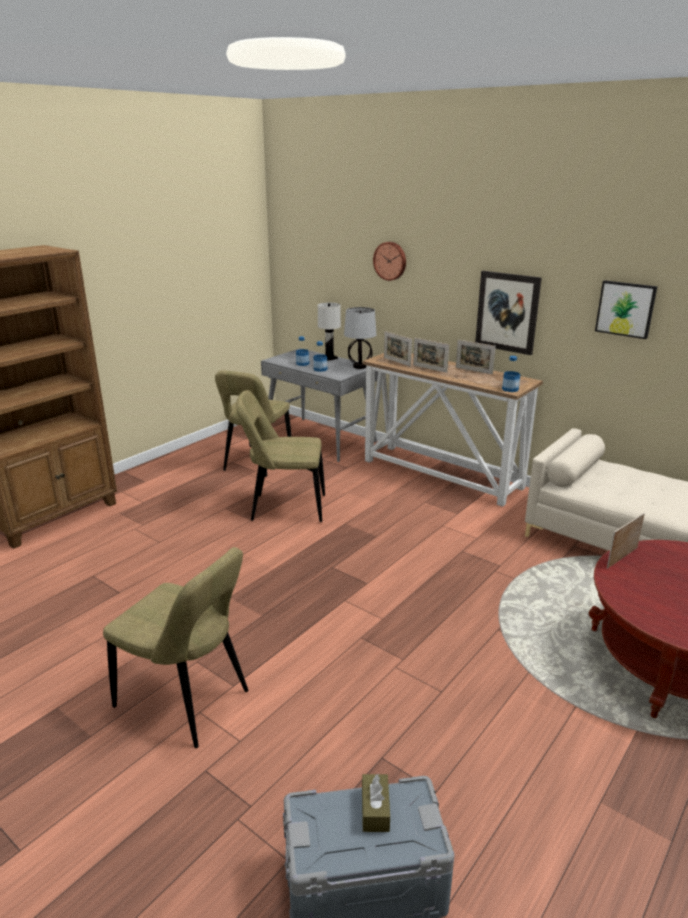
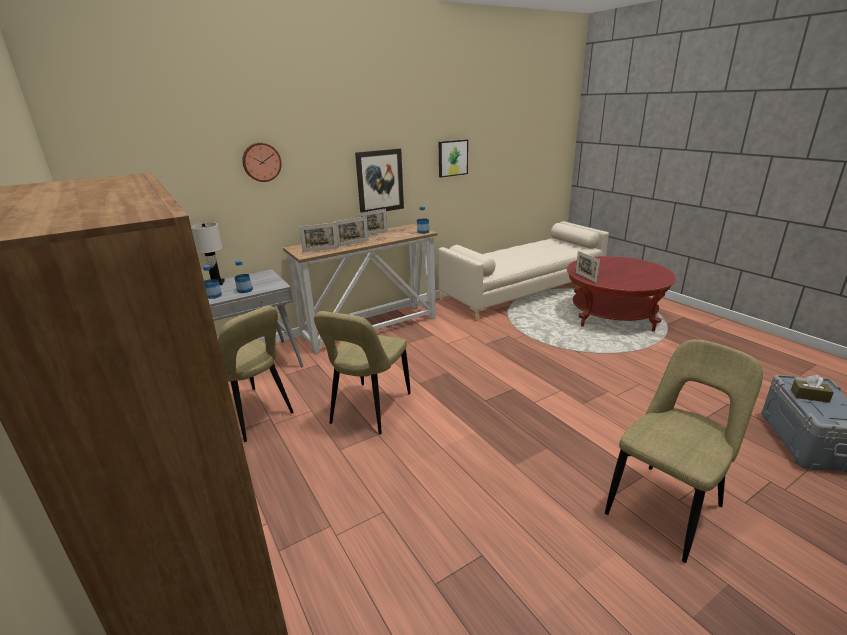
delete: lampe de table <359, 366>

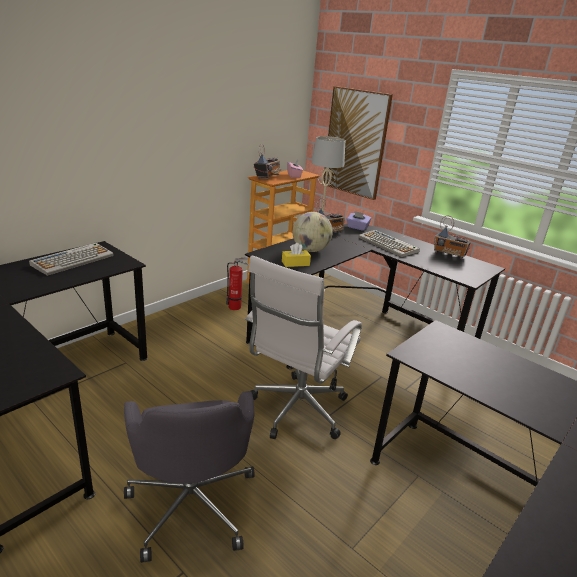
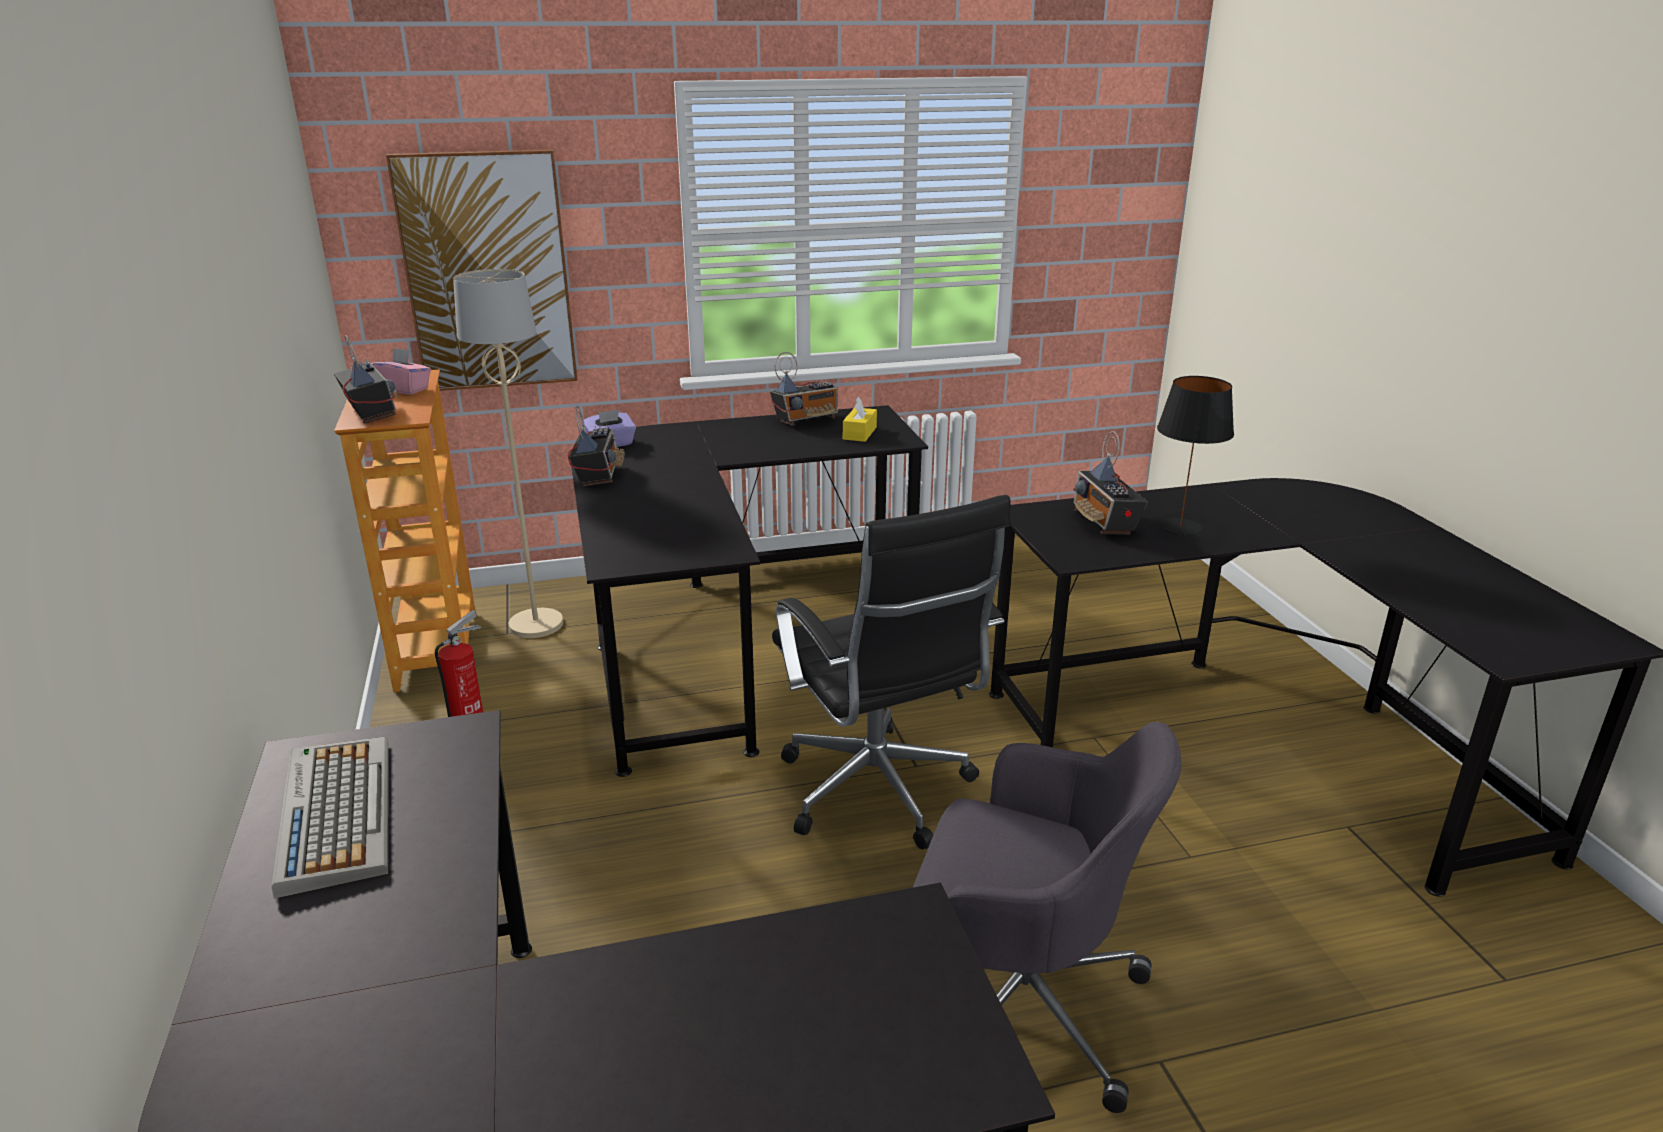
delete: globe <310, 250>; clavier <388, 244>
insert: radio <1104, 523>; lampe de table/noir <1179, 527>
move: boîte à mouchoirs/jaune <295, 263> to <859, 433>
recolor: chaise de bureau/blanc <296, 412> to chaise de bureau/noir <879, 794>

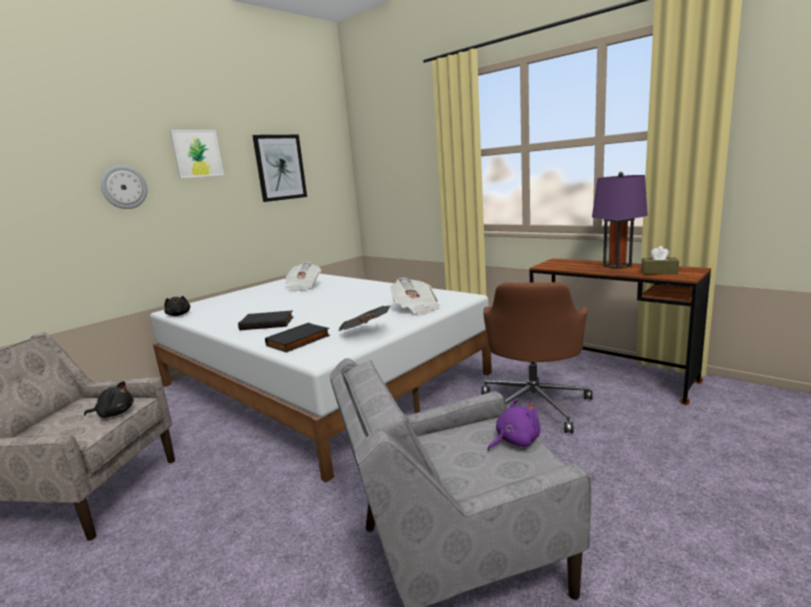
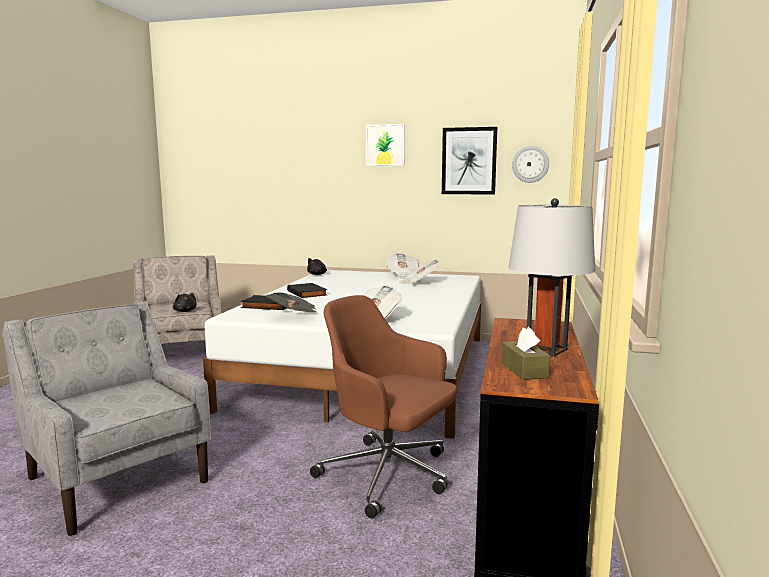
delete: peluche/violet <515, 441>
insert: journal <403, 276>
move: horloge murale <124, 187> to <530, 164>
recolor: lampe de table/violet <617, 266> to lampe de table/gris <546, 349>
rotate: chaise de bureau/marron <534, 405> = <388, 475> 45 degrees clockwise

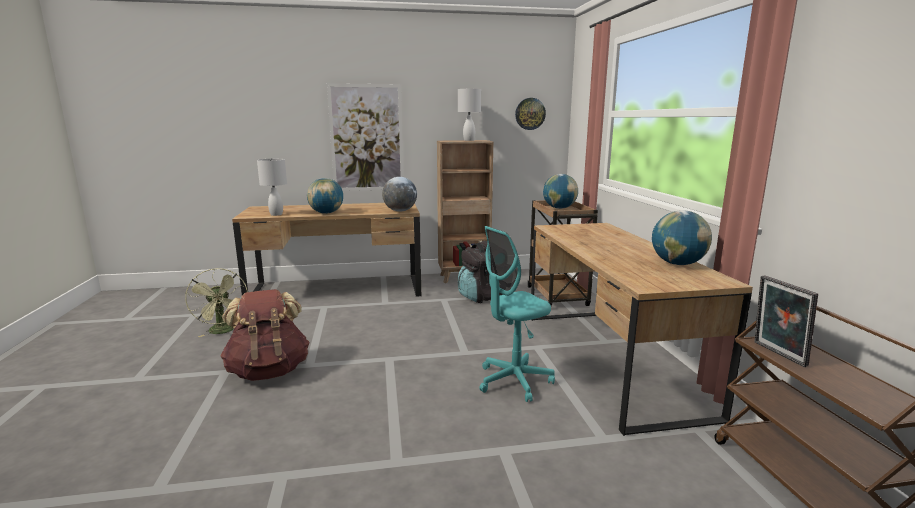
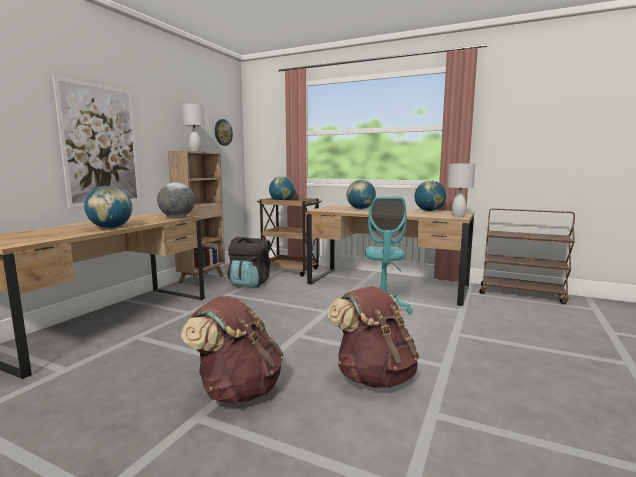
delete: ventilateur/vert <223, 331>; cadre photo <777, 354>
insert: sac à dos/marron <374, 376>; globe <360, 209>
move: lampe de table/blanc <276, 214> to <458, 216>

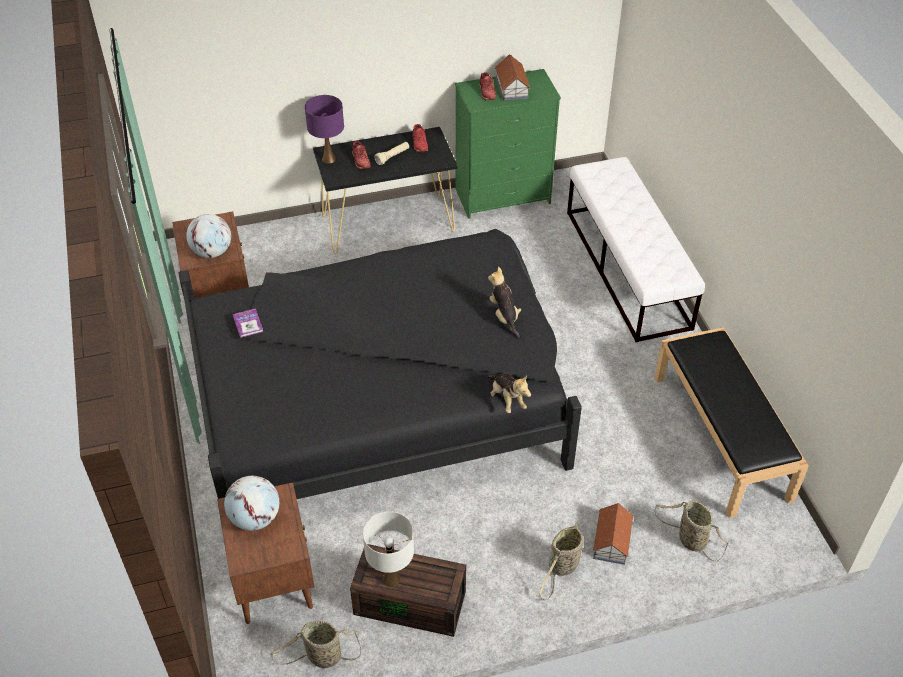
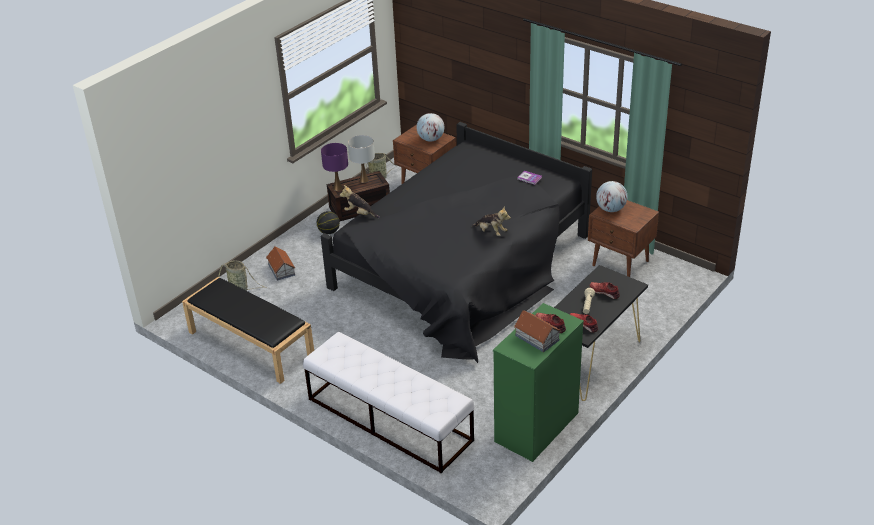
delete: panier <562, 567>
insert: ballon de basket <329, 232>
move: lampe de table/violet <329, 159> to <337, 188>; peluche <504, 316> to <491, 232>

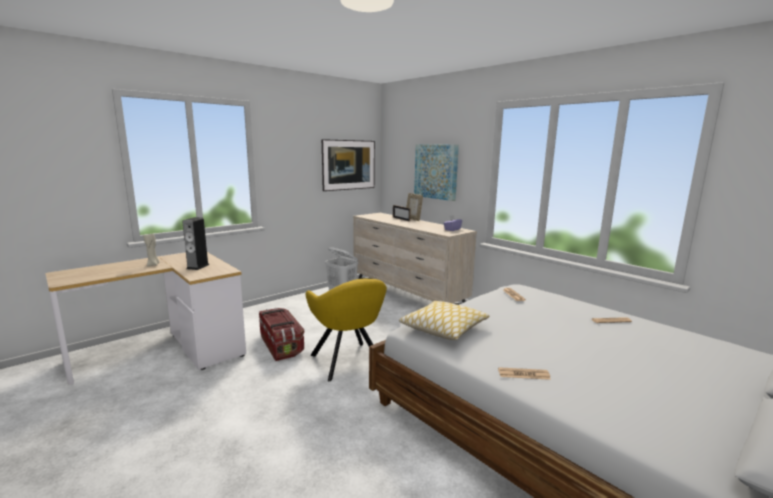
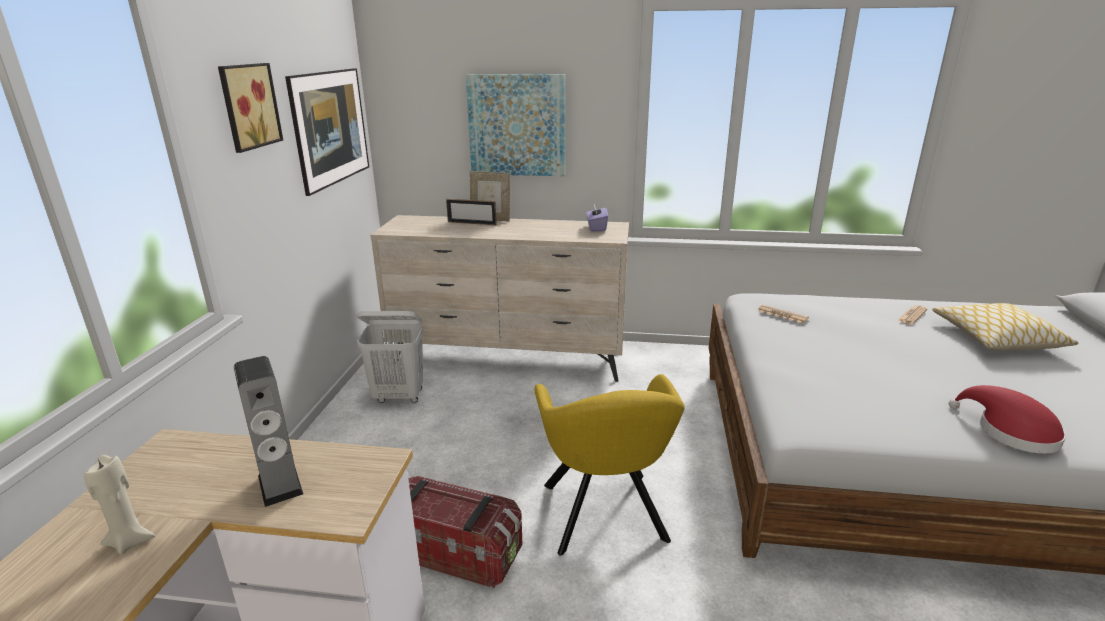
insert: tableau <247, 106>
move: coussin <443, 328> to <996, 338>
replace: journal <523, 374> to chapeau/rouge <1010, 432>
rotate: fauteuil/jaune <348, 362> = <605, 517> 60 degrees clockwise

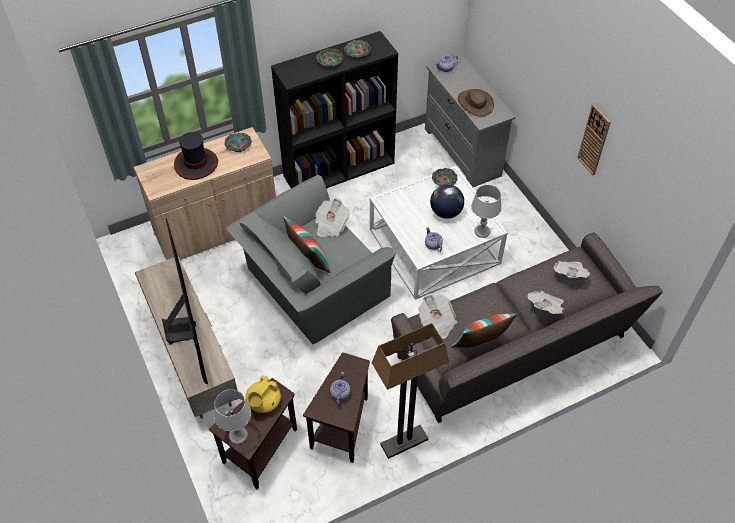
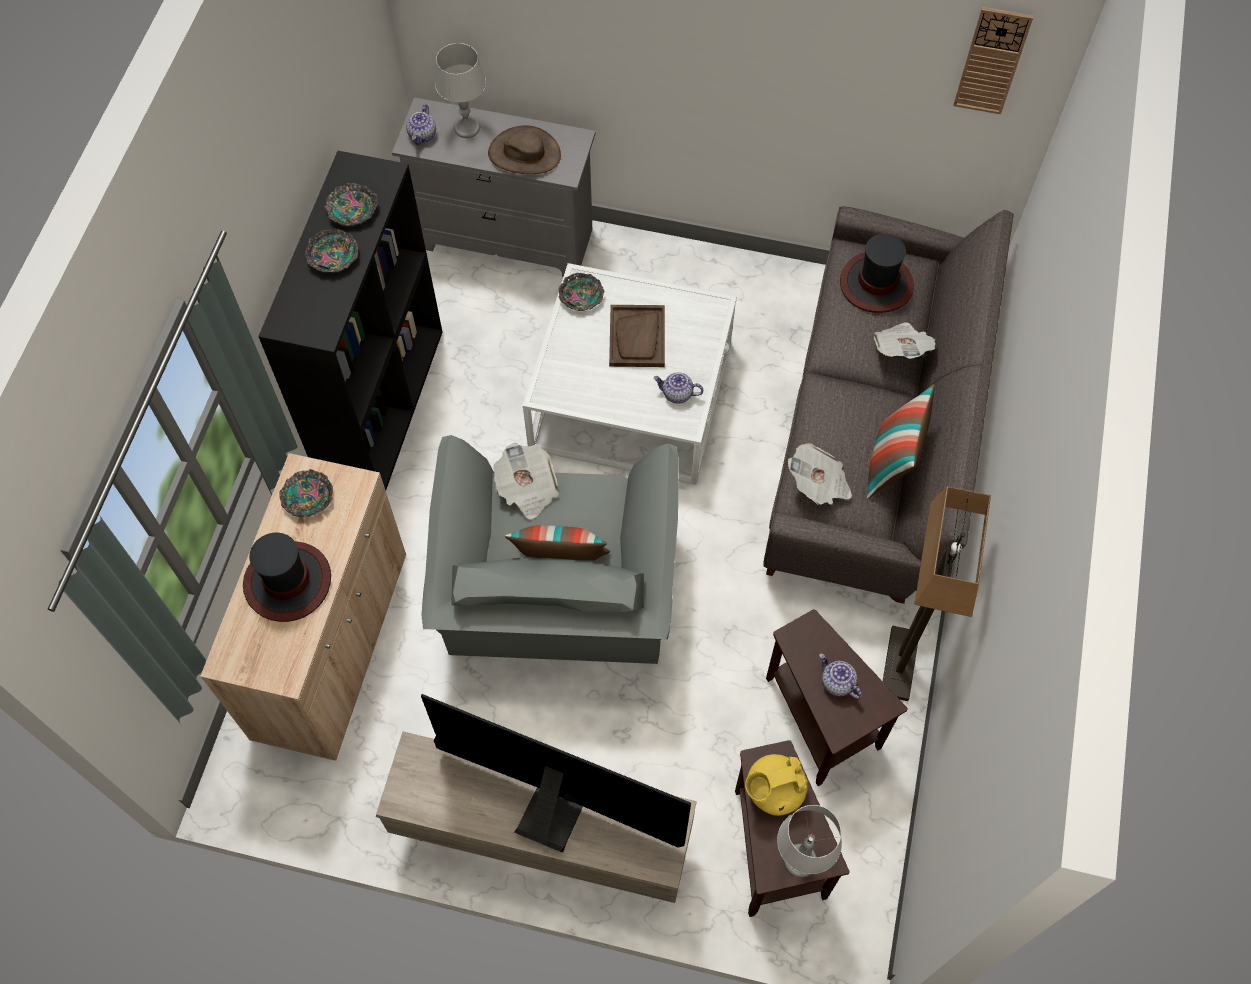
move: lampe de table/gris <482, 231> to <466, 128>; horloge murale <594, 140> to <992, 61>
replace: globe <445, 212> to plateau/marron <637, 337>; journal <570, 275> to chapeau <876, 284>
rotate: théière/jaune <263, 403> = <773, 790> 90 degrees clockwise

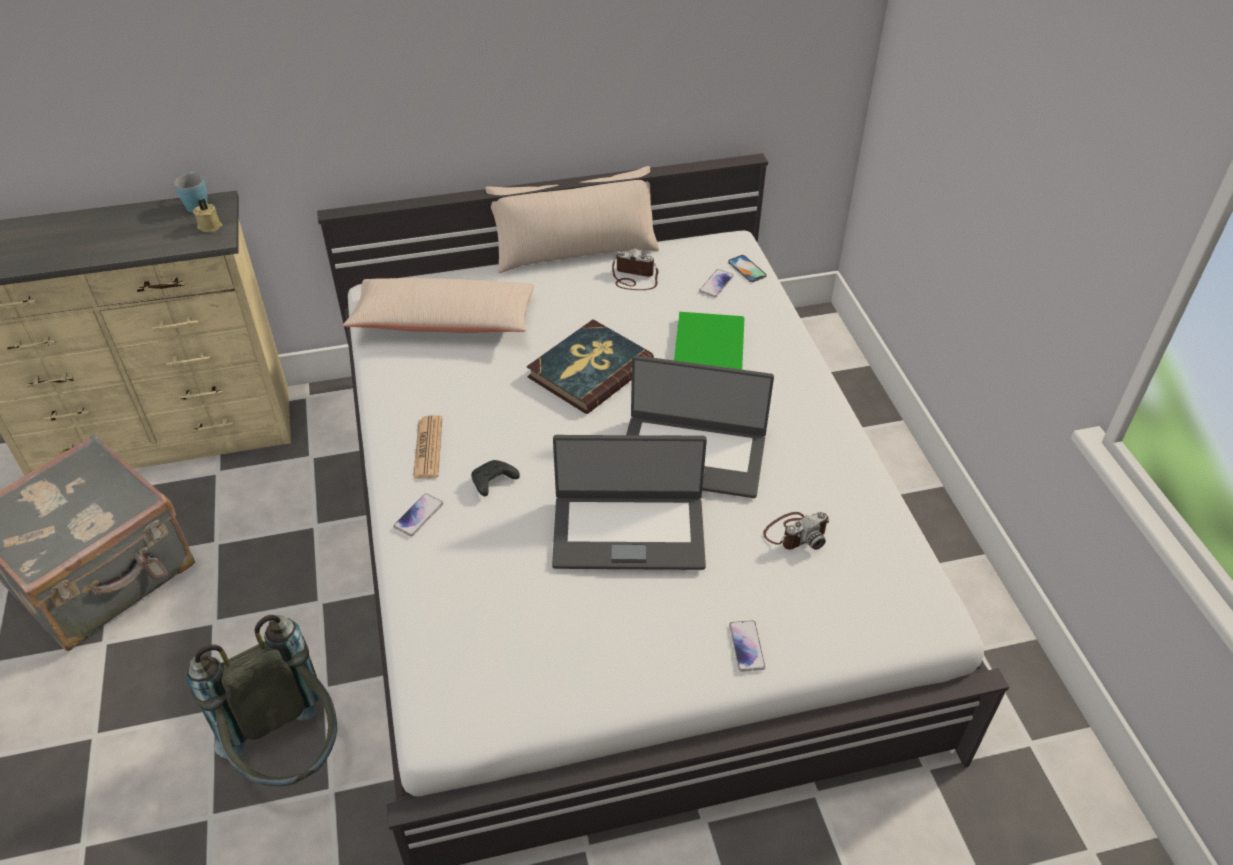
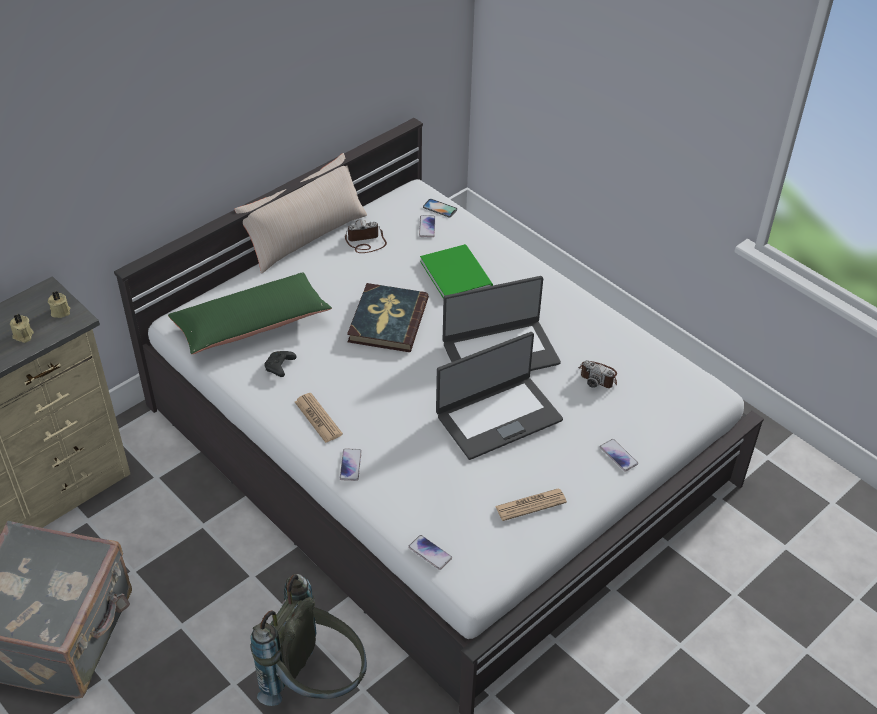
delete: mug/bleu <197, 203>
insert: bougie/beige <23, 336>; téléphone <430, 553>; journal <530, 505>
move: manette/noir <493, 482> to <280, 367>
recolor: coussin/beige <444, 321> to coussin/vert <251, 324>
rotate: appareil photo <795, 533> = <598, 376> 90 degrees clockwise

